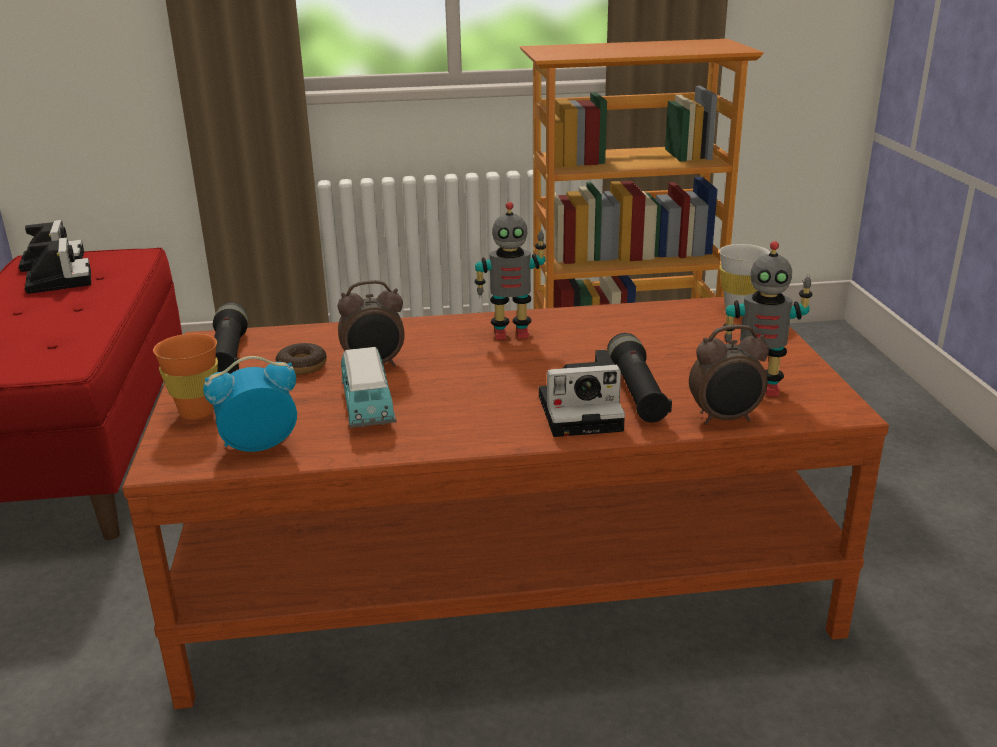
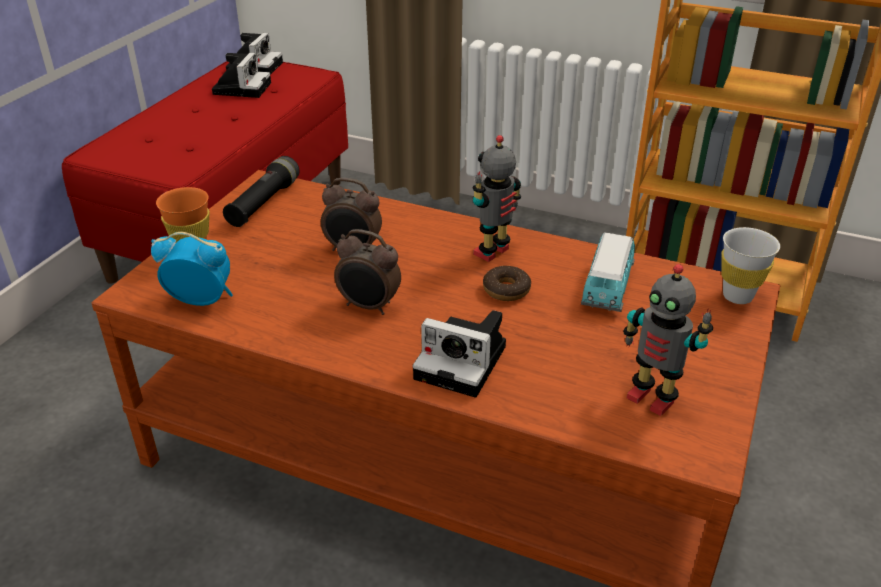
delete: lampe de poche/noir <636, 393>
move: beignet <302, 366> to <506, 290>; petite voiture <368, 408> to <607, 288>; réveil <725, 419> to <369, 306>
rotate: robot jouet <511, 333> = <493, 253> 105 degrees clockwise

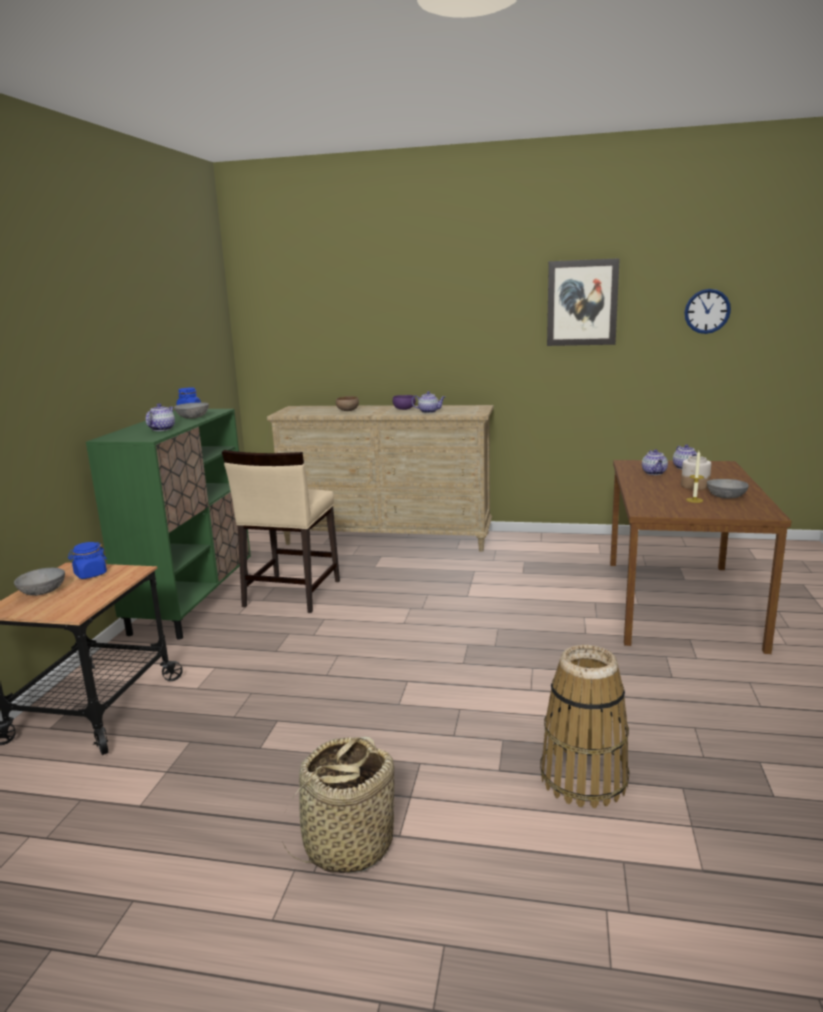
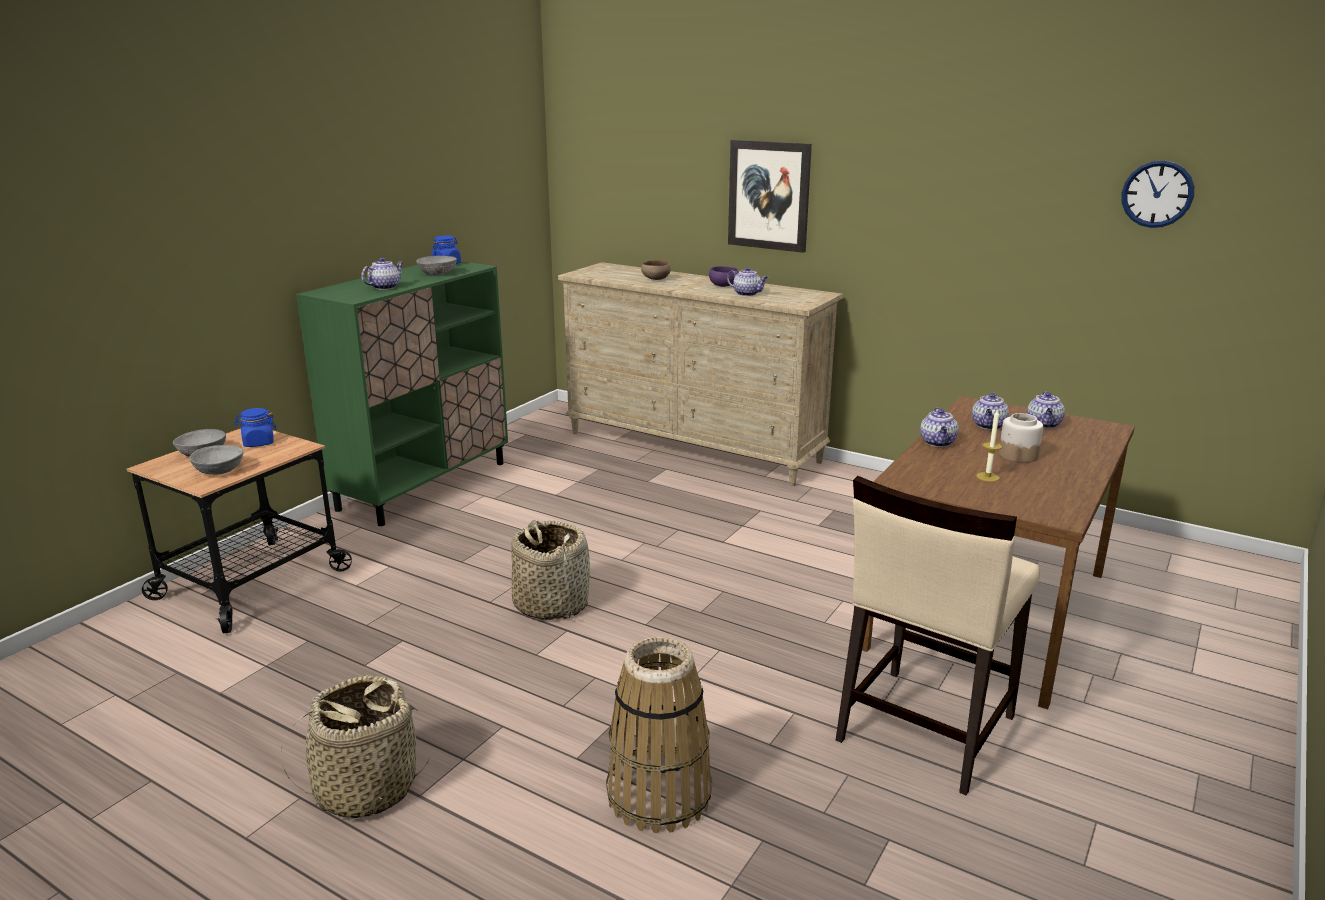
insert: panier <551, 604>; théière <938, 443>
move: chaise/beige <291, 593> to <923, 728>; tableau <582, 303> to <769, 195>; bol/gris <726, 497> to <218, 471>

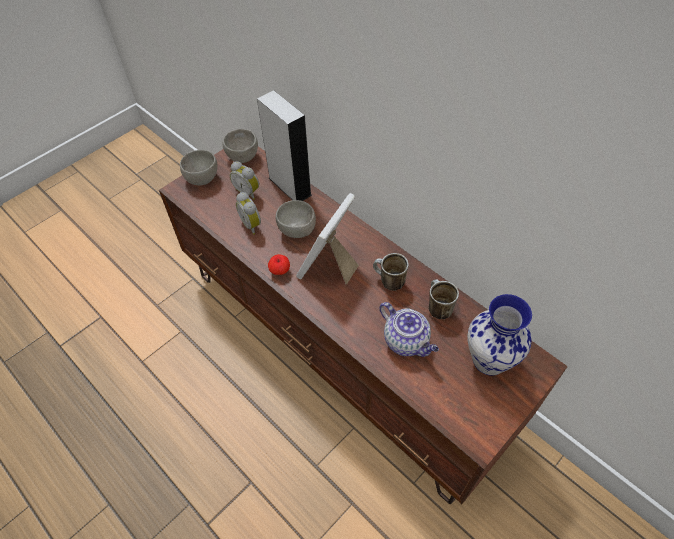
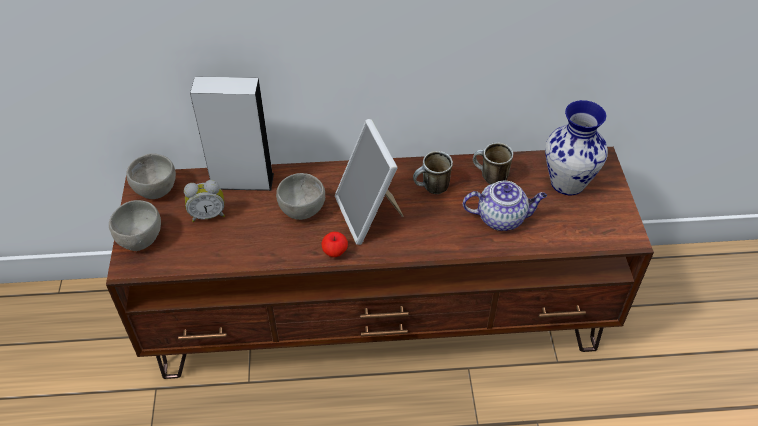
delete: réveil <252, 224>

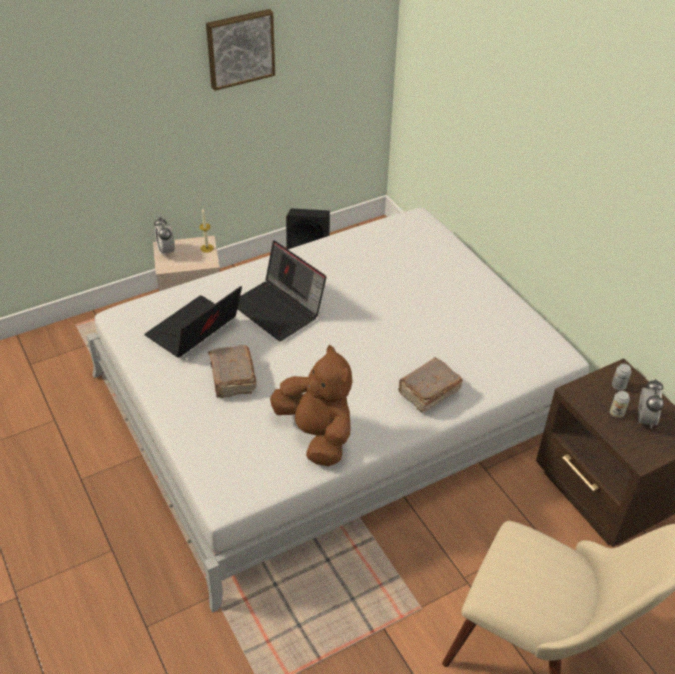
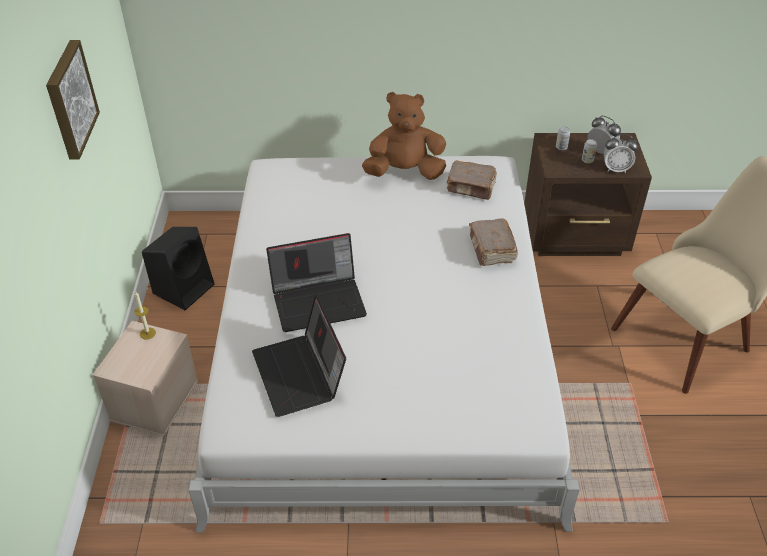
move: réveil <166, 251> to <616, 169>; livre/marron <232, 379> to <471, 187>; peluche/marron <316, 434> to <405, 172>

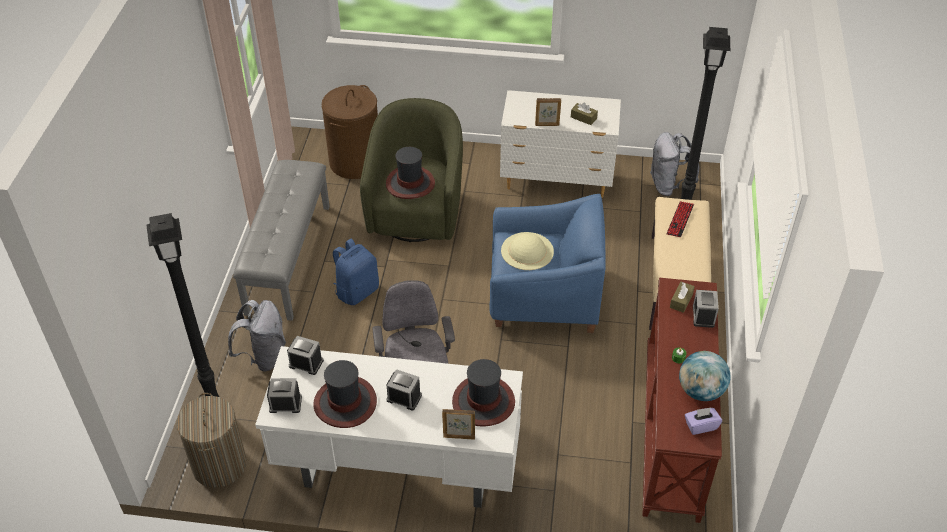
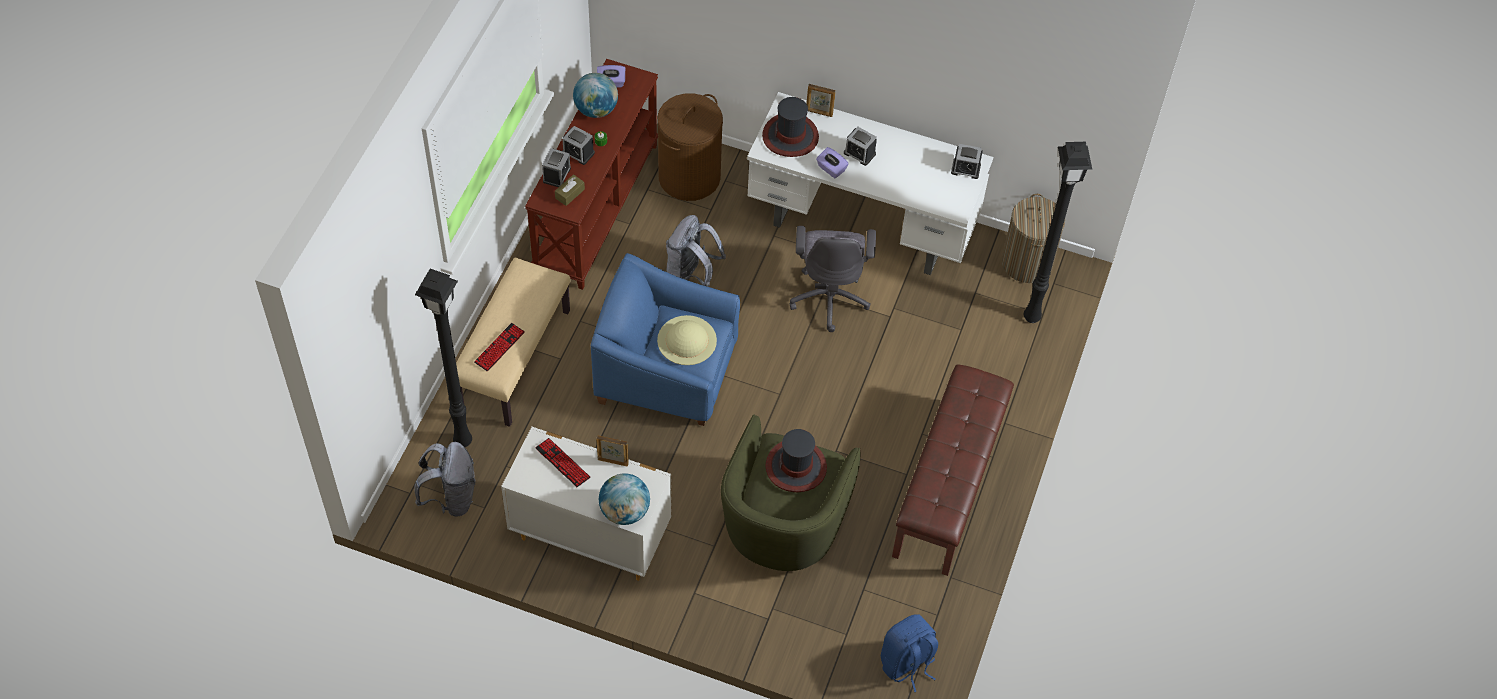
delete: chapeau <345, 403>
insert: globe <624, 511>; boîte à mouchoirs/violet <831, 169>
move: sac à dos/gris <264, 356> to <691, 274>; réveil <306, 363> to <578, 153>; panier à linge/marron <355, 162> to <689, 177>; sac à dos/bleu <357, 291> to <907, 664>
replace: boîte à mouchoirs/marron <583, 118> to clavier <562, 463>
recolor: banc/gris <288, 258> to banc/marron <949, 487>

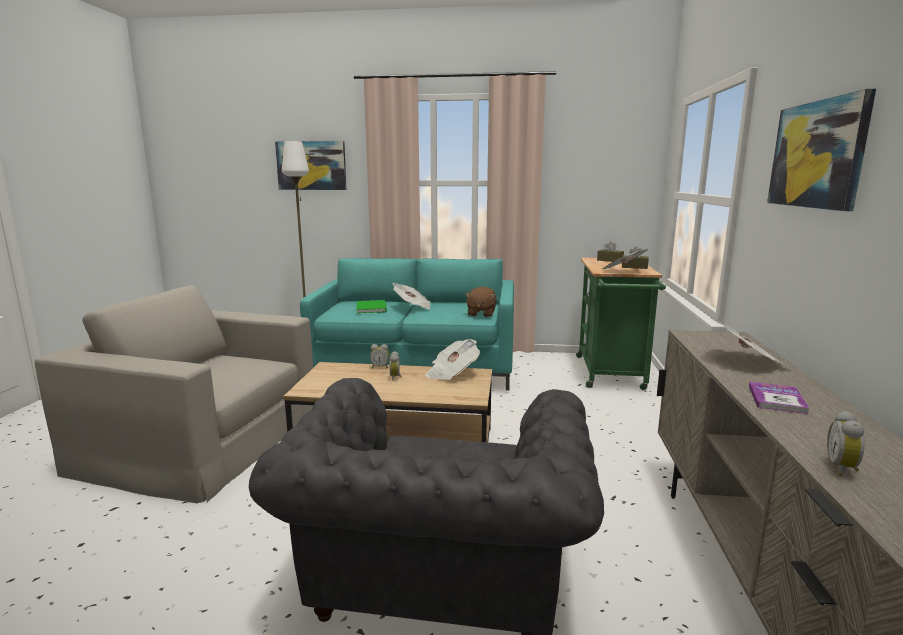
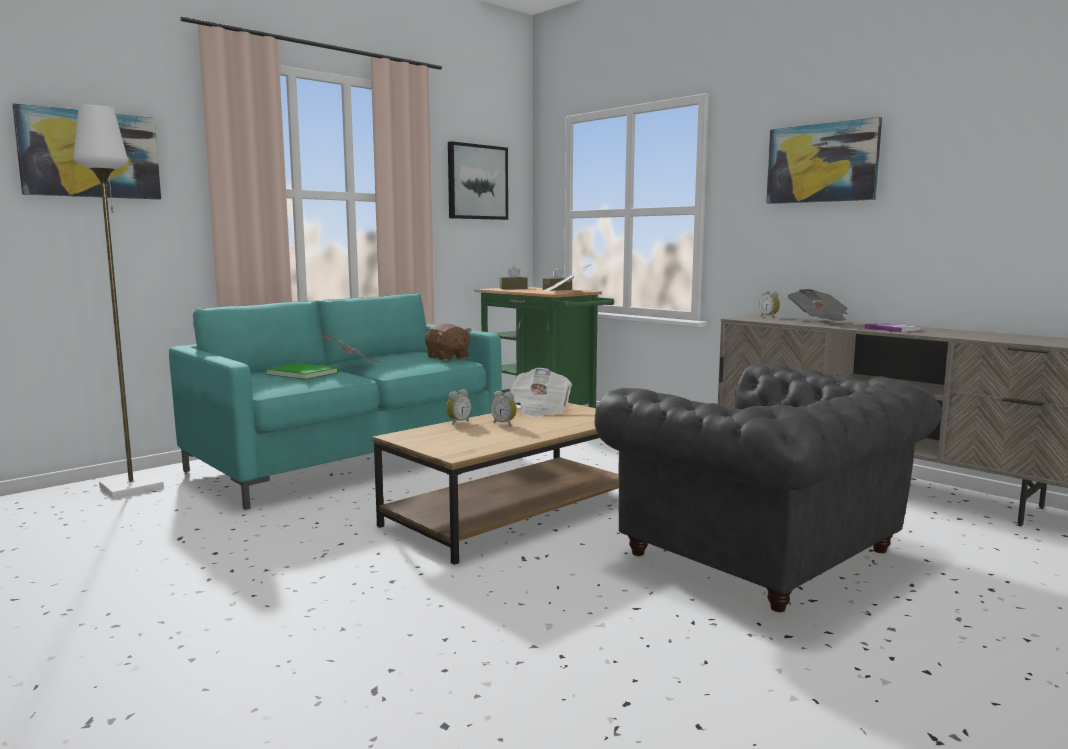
delete: fauteuil/beige <202, 439>
insert: tableau <477, 182>
move: réveil <843, 469> to <769, 317>

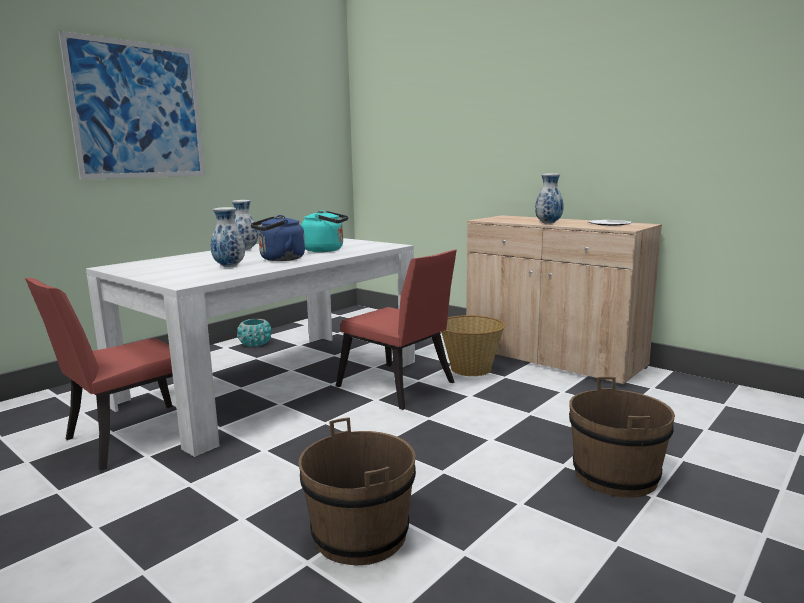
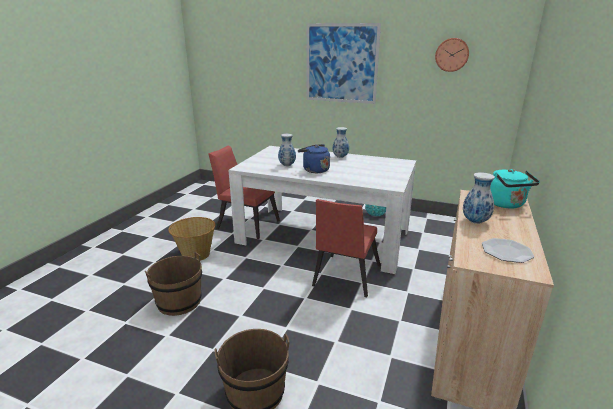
insert: horloge murale <452, 54>
move: bouilloire/turquoise <326, 250> to <506, 204>; panier <470, 369> to <195, 254>

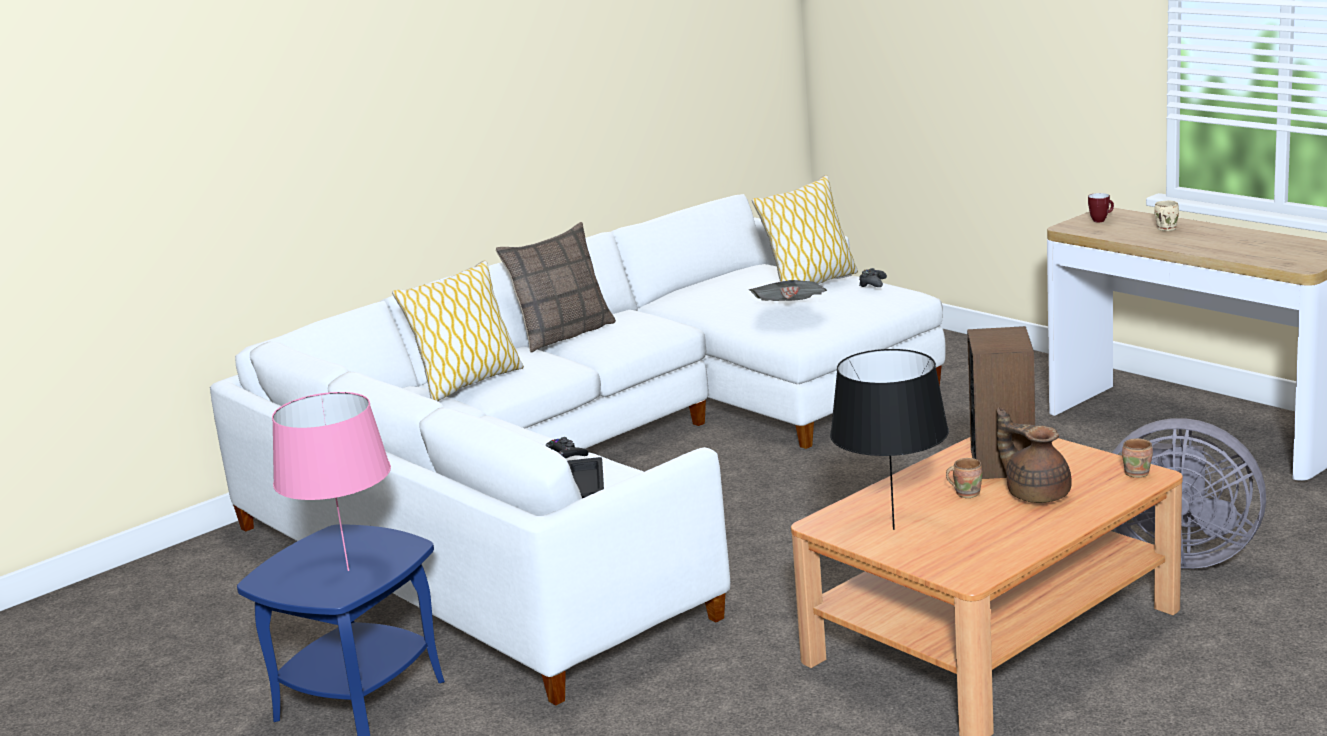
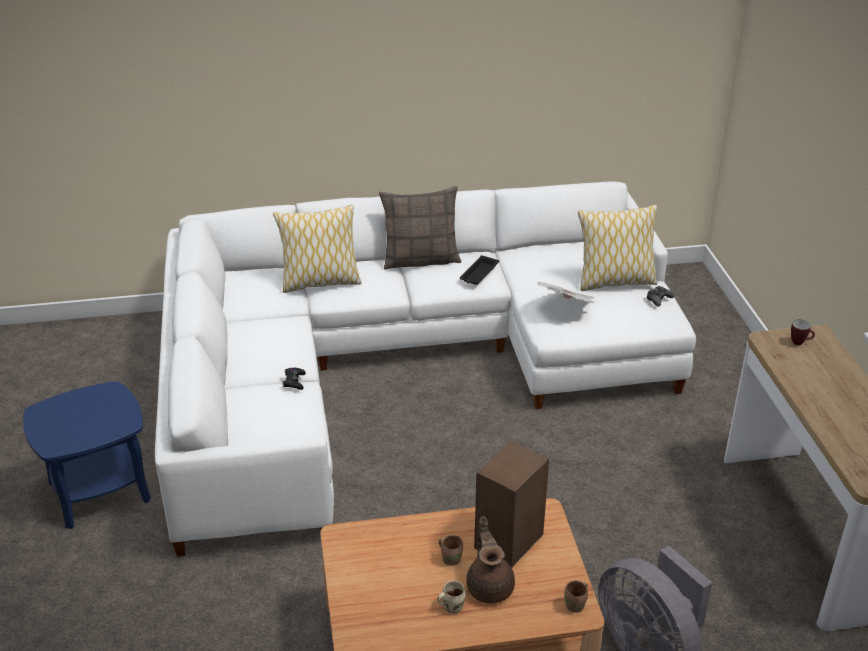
delete: lampe de table/rose <348, 570>; lampe de table/noir <893, 529>
move: plateau/noir <585, 484> to <479, 274>; mug/beige <1164, 229> to <451, 606>

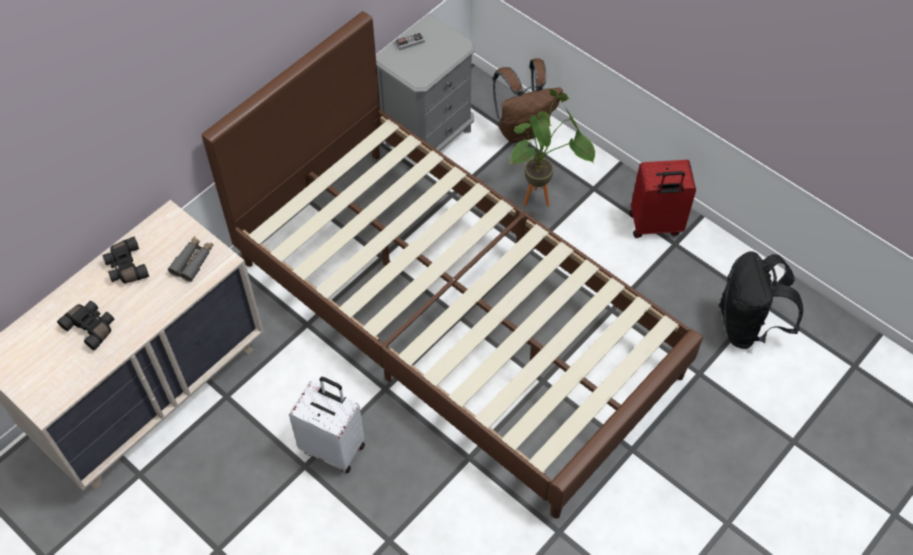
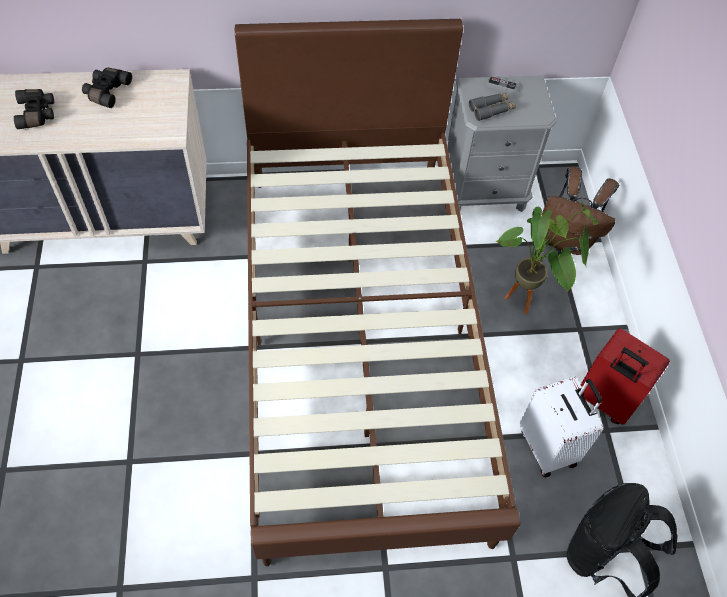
move: jumelles/gris <193, 261> to <491, 109>; valise/blanc <334, 447> to <548, 447>

